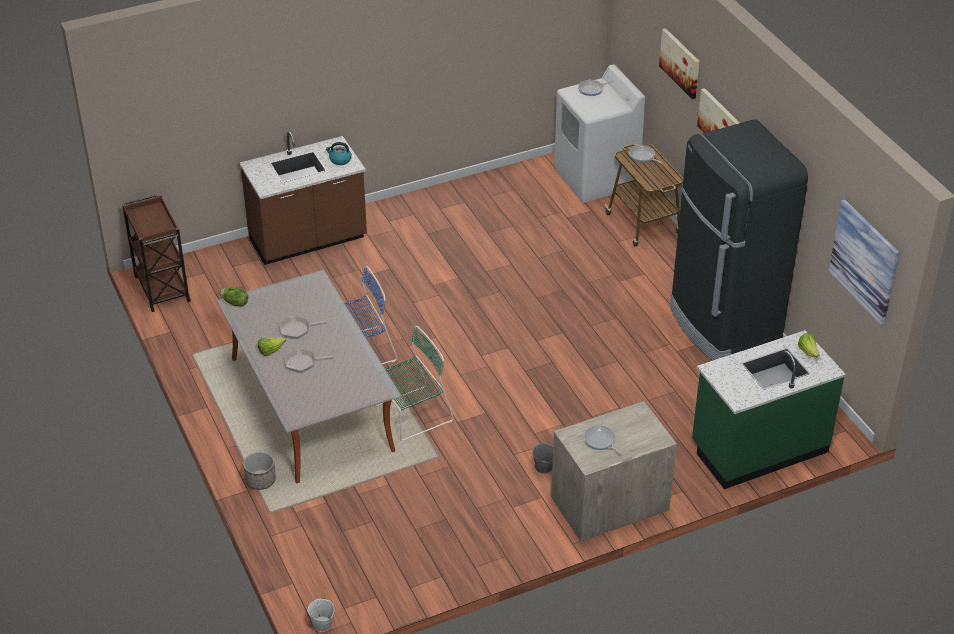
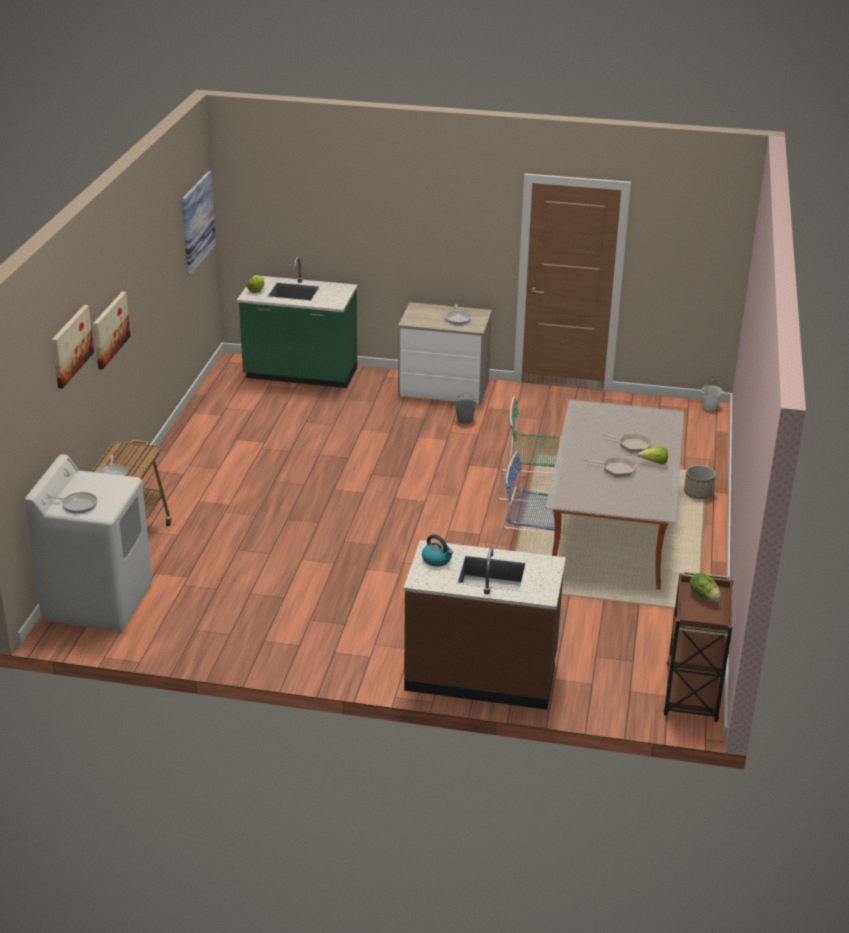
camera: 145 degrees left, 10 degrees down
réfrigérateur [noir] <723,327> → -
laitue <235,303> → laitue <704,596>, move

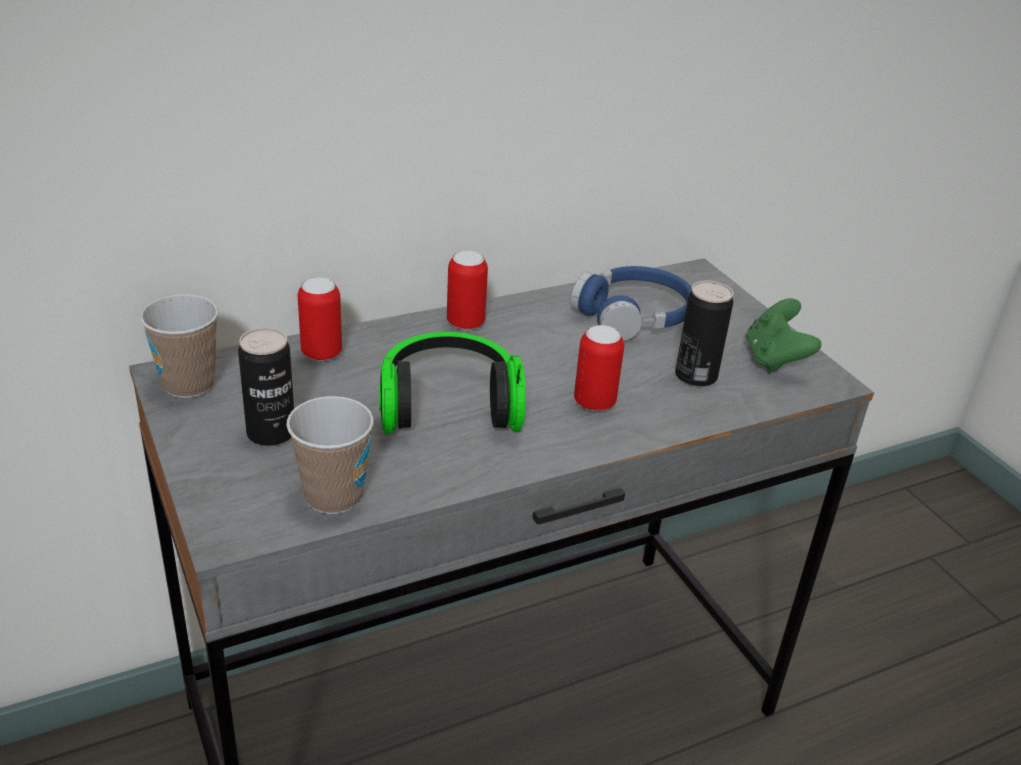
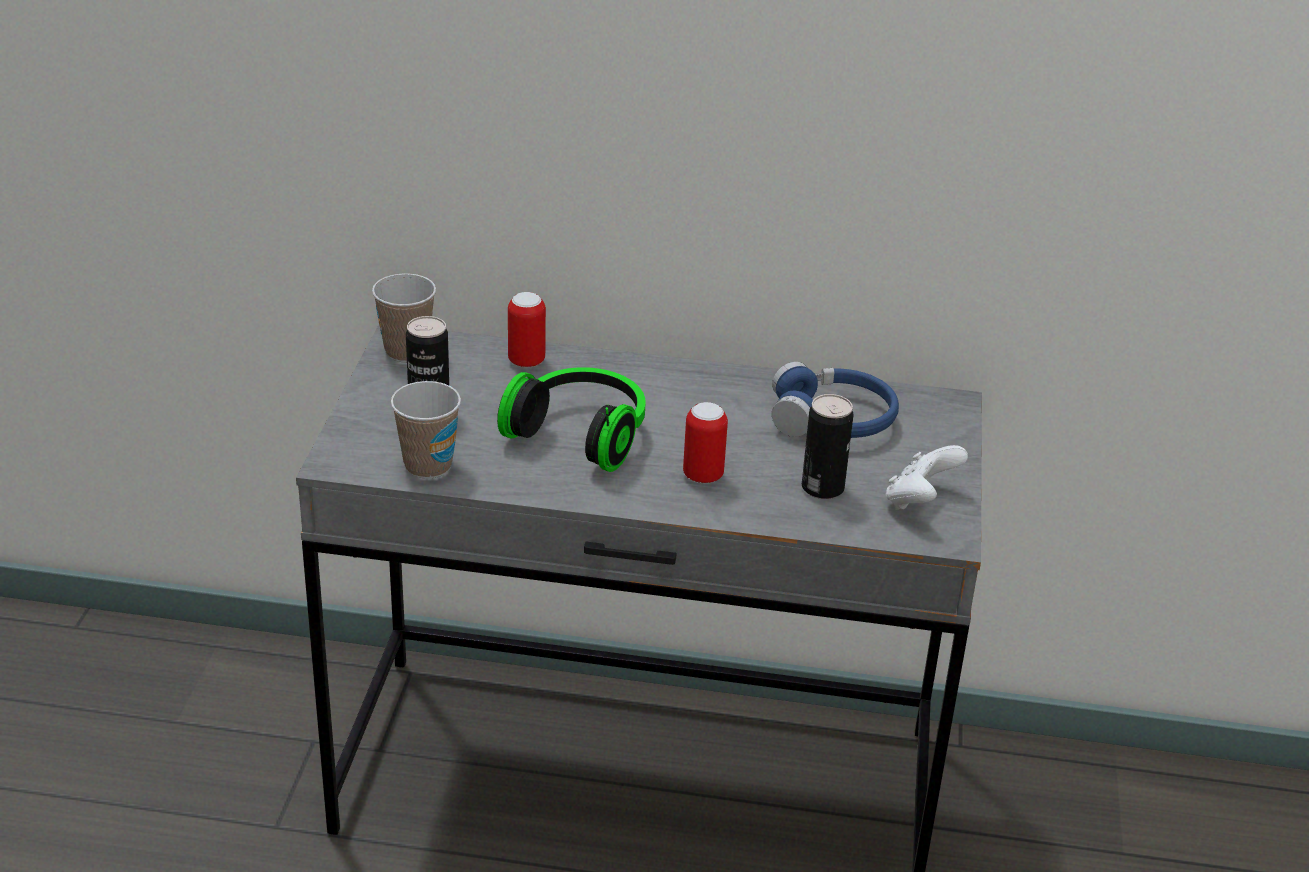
camera: 35 degrees right, 0 degrees up
boîte métallique <465,323> → -
manette [vert] <774,359> → manette [blanc] <919,501>

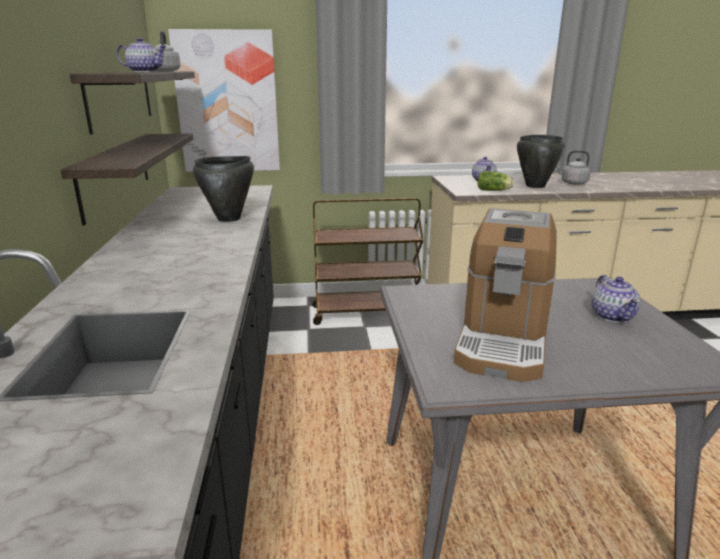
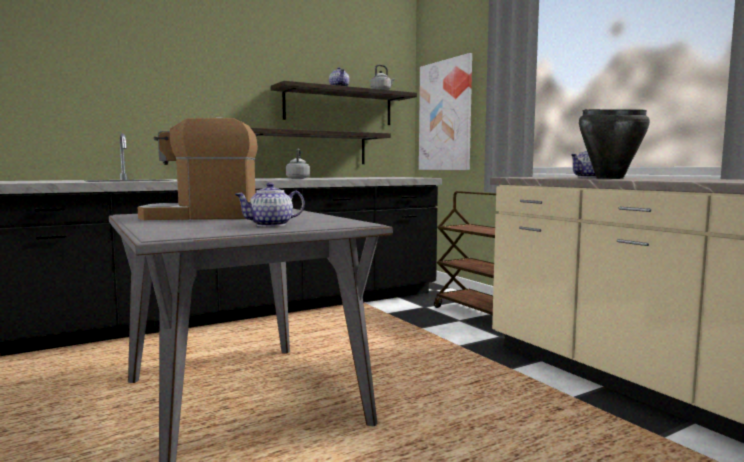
camera: 65 degrees right, 15 degrees down
bouilloire [gris] <572,183> → bouilloire [gris] <298,178>, move
marmite [noir] <229,219> → -
laitue <494,191> → -

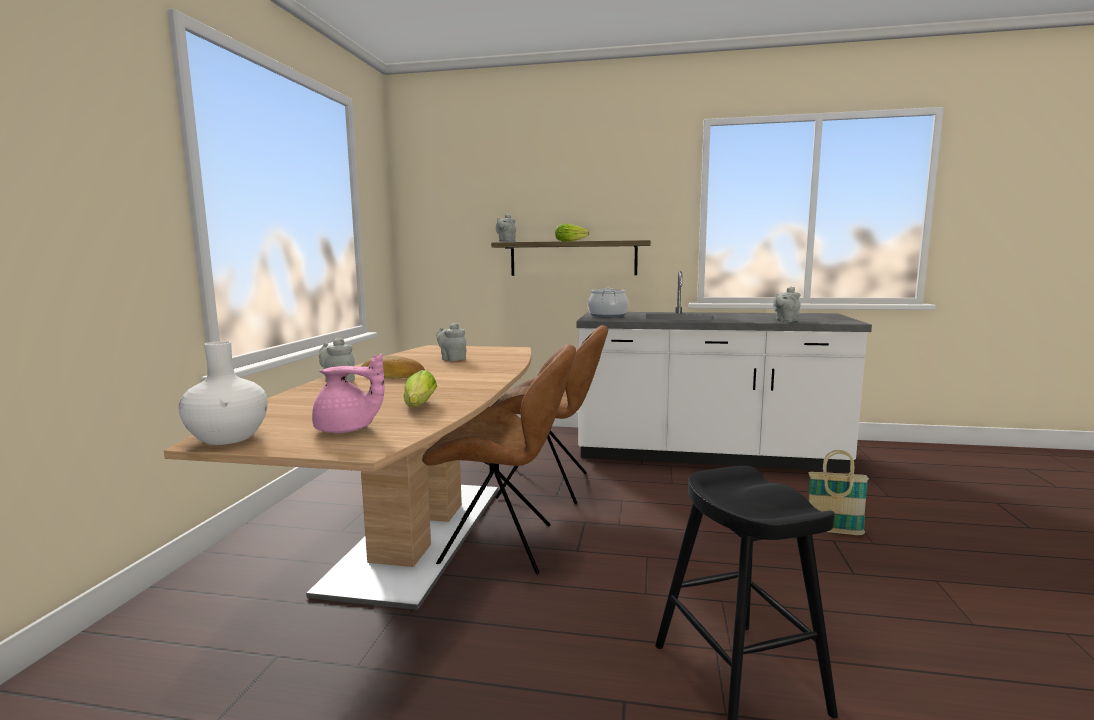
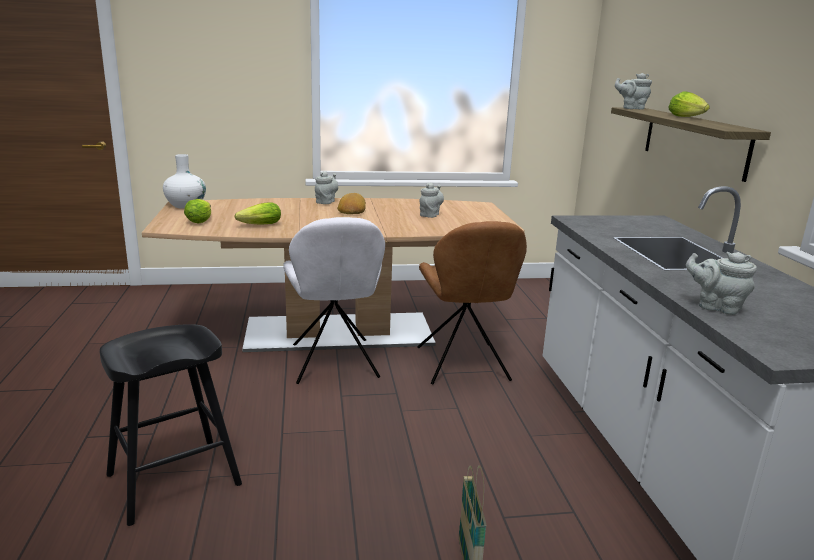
camera: 70 degrees right, 10 degrees up
marmite <607,315> → -
chaise [marron] <501,546> → chaise [blanc] <334,364>
théière [rose] <347,430> → laitue <201,220>

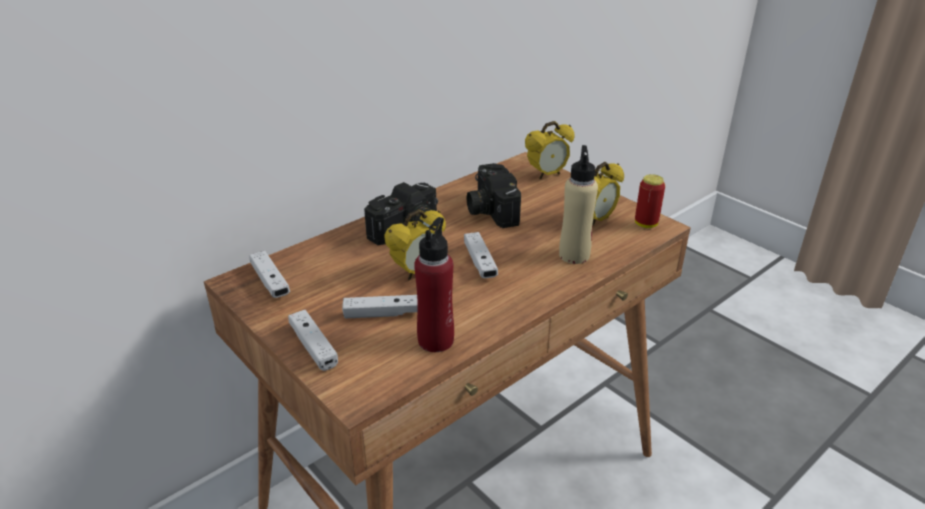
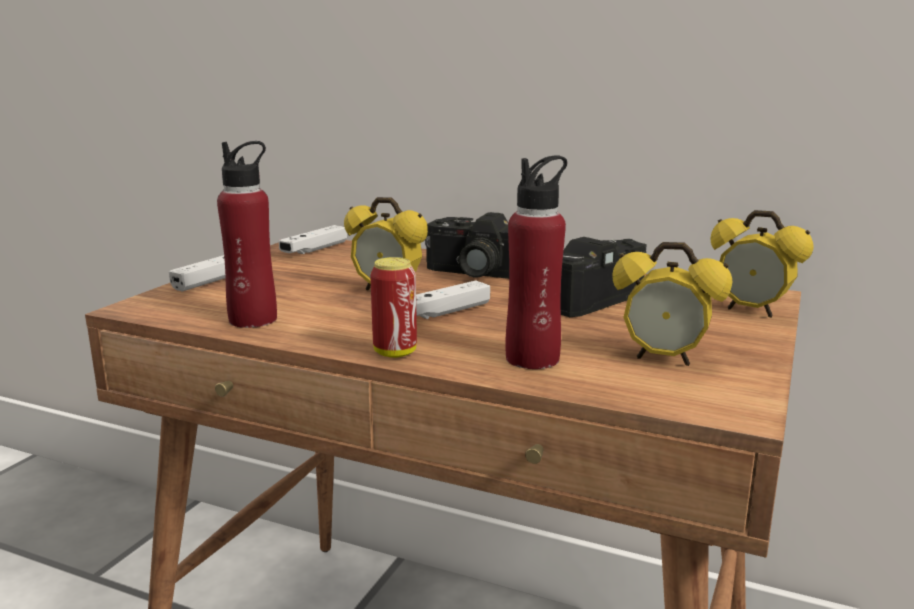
camera: 65 degrees right, 15 degrees down
bouteille [beige] <574,255> → bouteille [rouge] <532,358>
boîte métallique <646,224> → boîte métallique <395,352>, move
manette [blanc] <382,314> → -

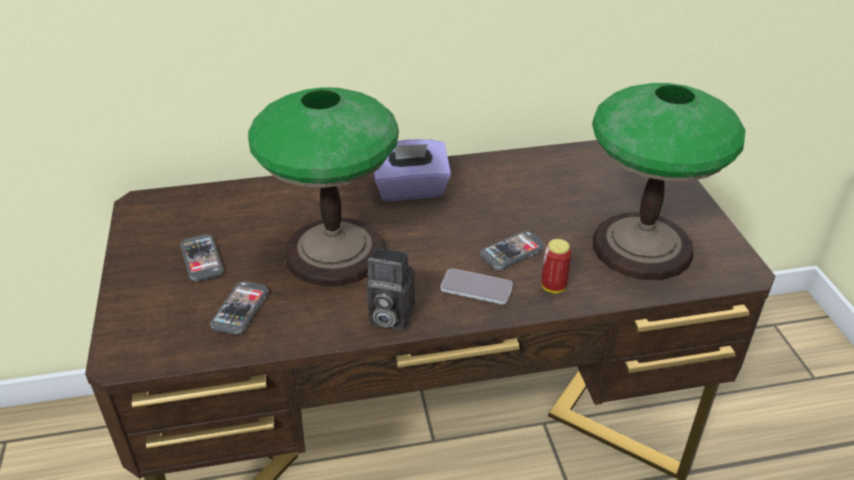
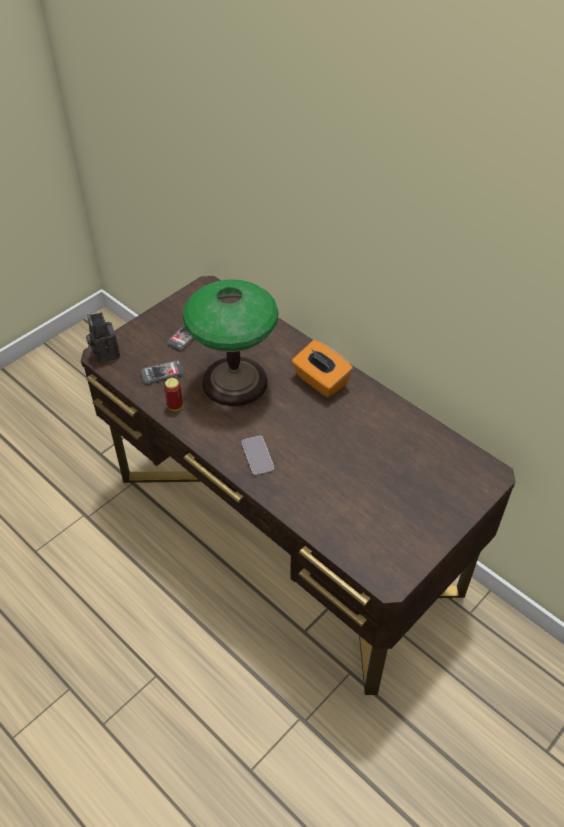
camera: 55 degrees right, 10 degrees up
lampe de table <643,247> → -
boîte à mouchoirs [violet] <410,190> → boîte à mouchoirs [orange] <321,381>
téléphone <512,252> → -
boîte métallique <553,287> → boîte métallique <175,406>, move
appareil photo <388,317> → appareil photo <105,353>, move

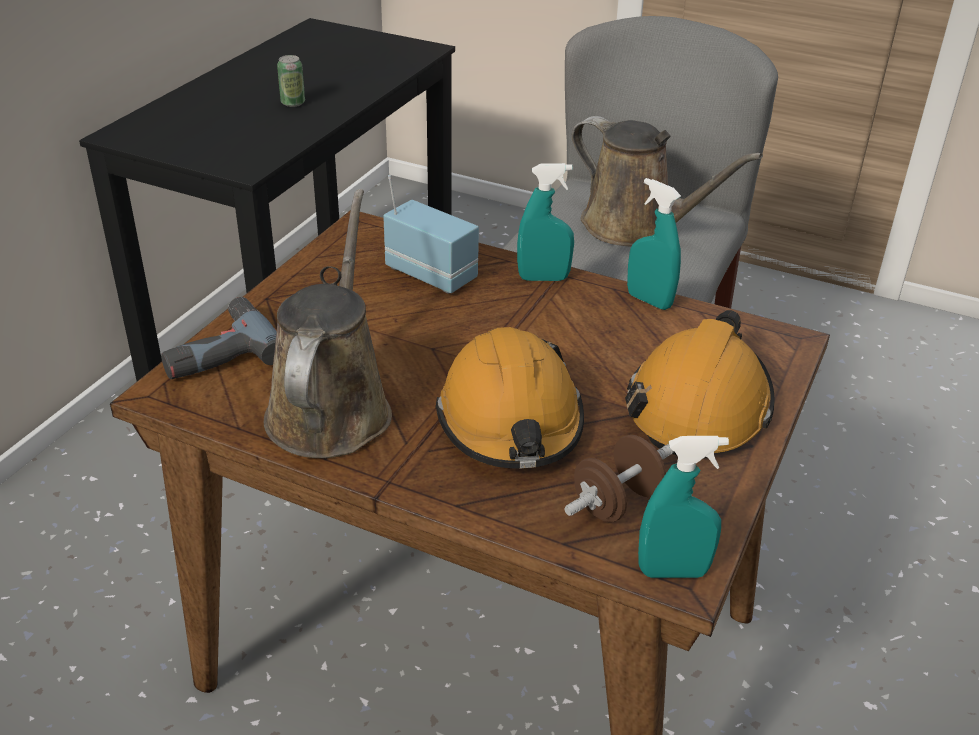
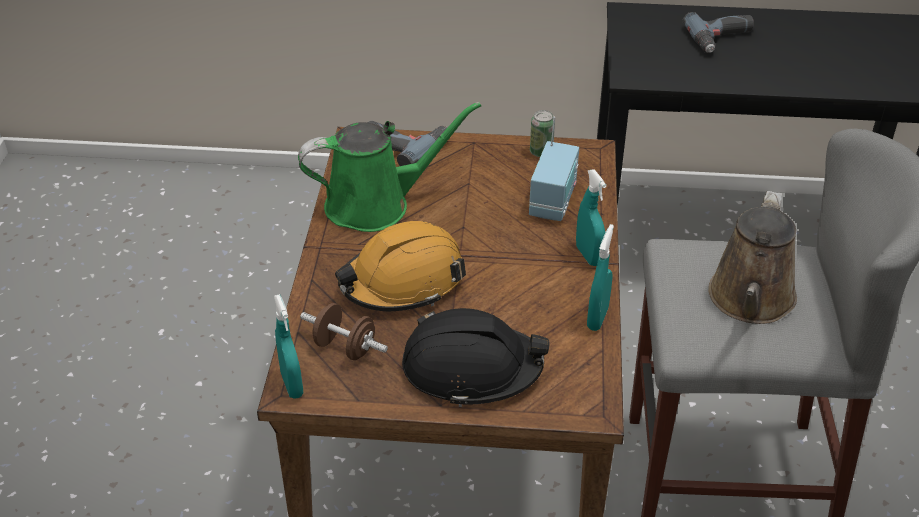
camera: 70 degrees right, 5 degrees up
boîte métallique <293,103> → boîte métallique <541,152>, move
arrosoir [marron] <331,407> → arrosoir [vert] <376,204>
casque de chantier [orange] <699,406> → casque de chantier [noir] <472,369>
- → perceuse <722,39>

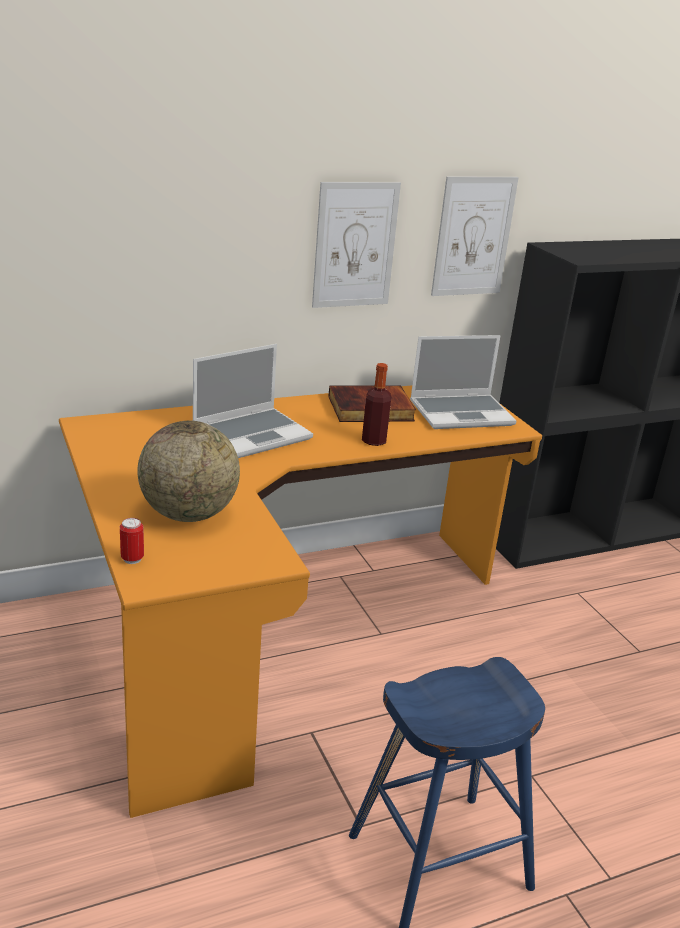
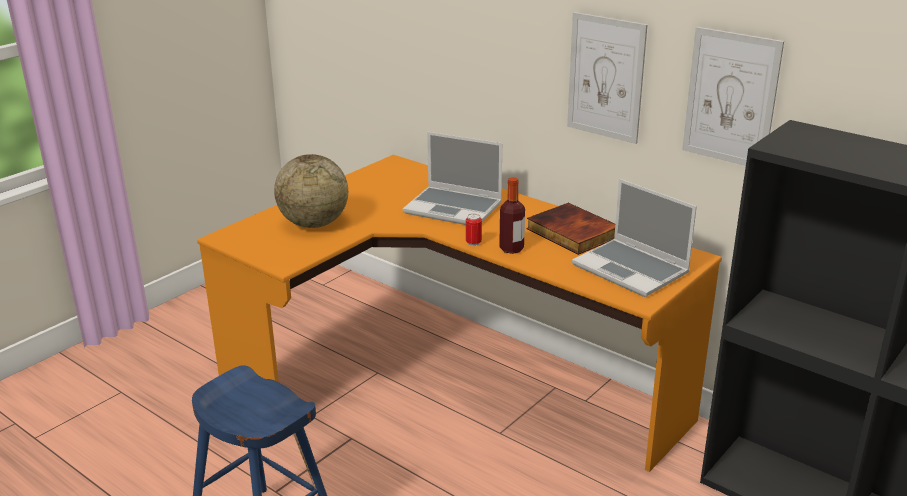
camera: 65 degrees right, 0 degrees up
boîte métallique <132,559> → boîte métallique <473,243>, move

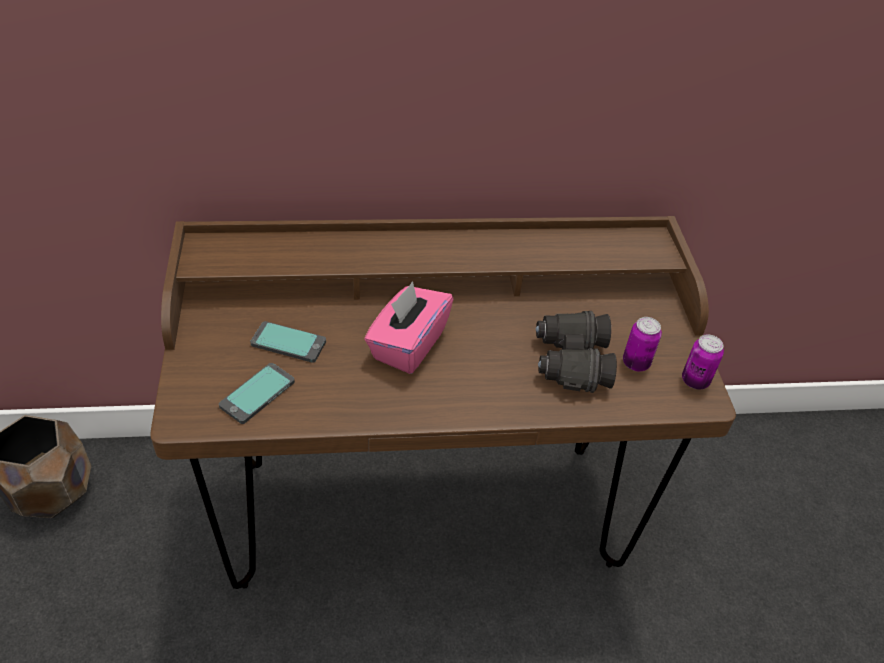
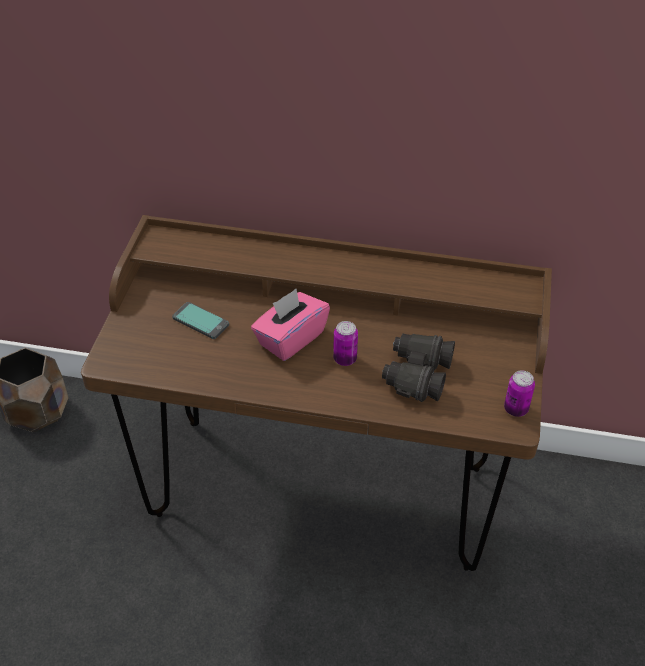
camera: 20 degrees right, 0 degrees up
boîte métallique <635,363> → boîte métallique <345,359>, move
téléphone <258,394> → -

